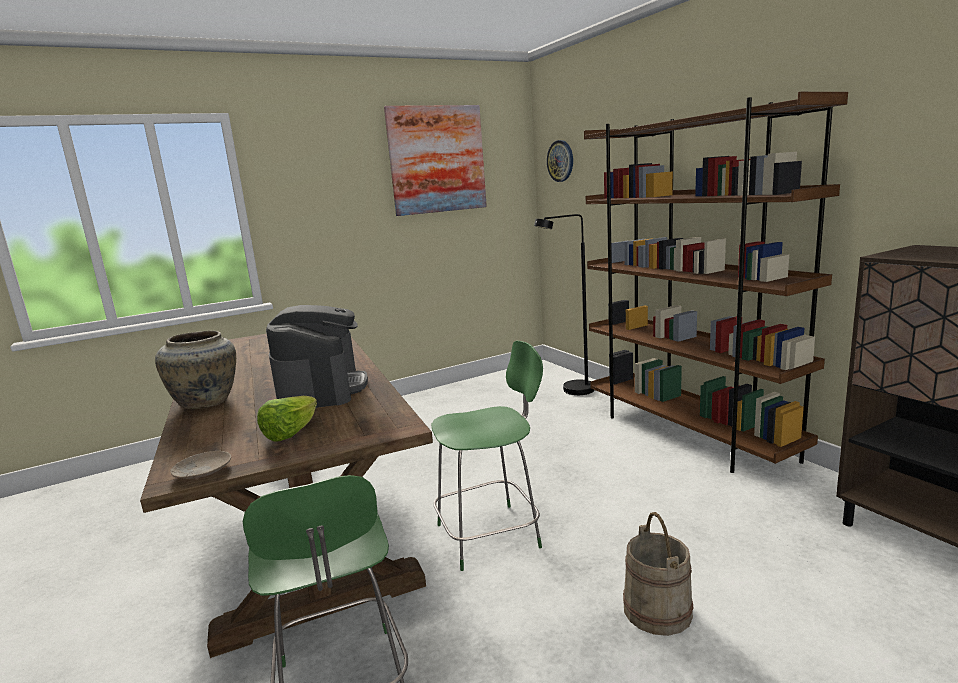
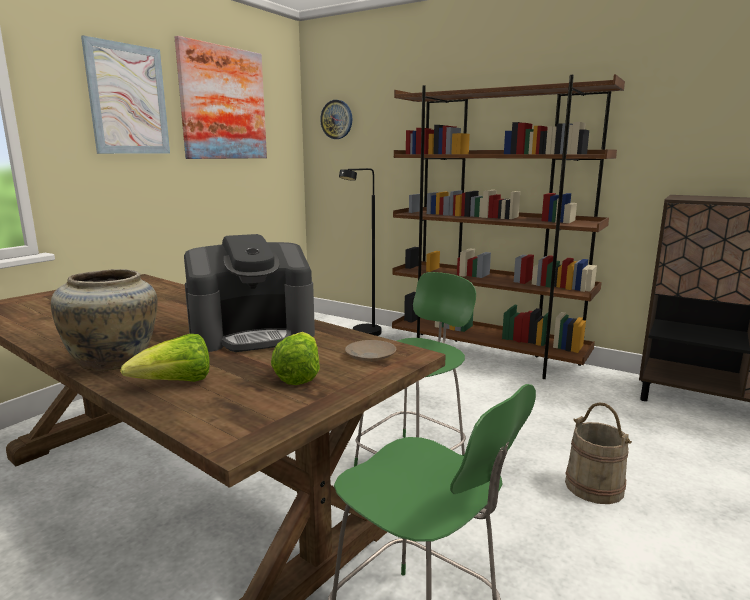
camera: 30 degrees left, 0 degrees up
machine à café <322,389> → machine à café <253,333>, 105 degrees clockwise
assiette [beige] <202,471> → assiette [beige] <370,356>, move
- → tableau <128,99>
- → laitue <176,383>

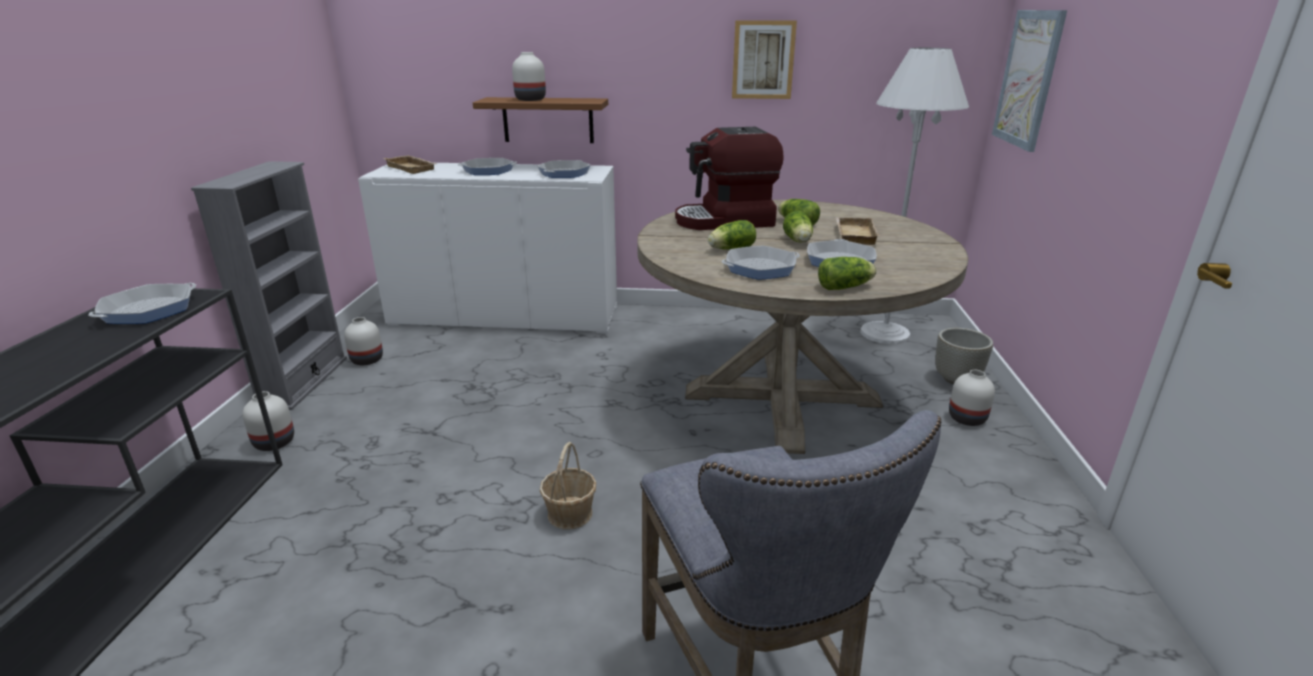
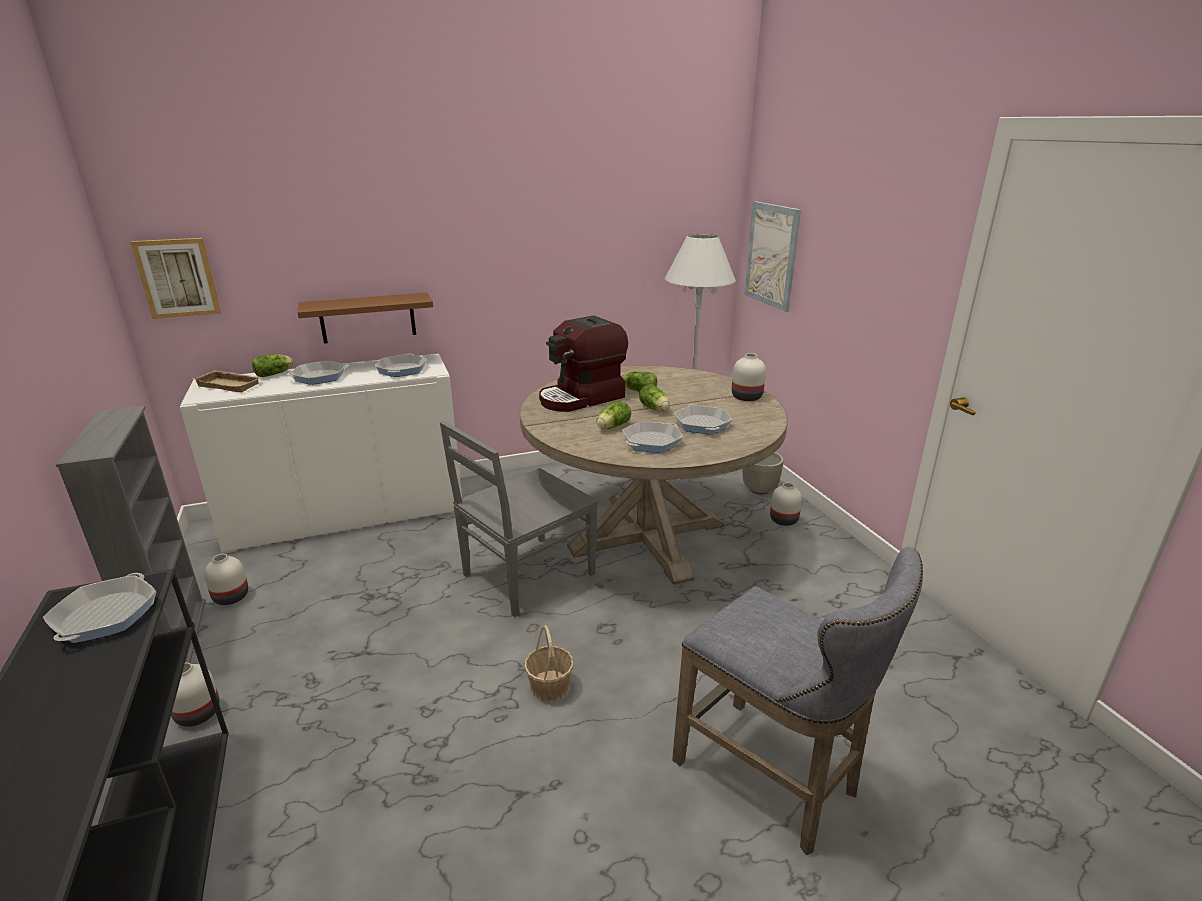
camera: 25 degrees left, 0 degrees up
tableau <763,60> → tableau <178,277>, move
vase [blanc] <530,99> → vase [blanc] <745,397>, move
plateau [beige] <853,235> → -
laitue <846,287> → laitue <275,374>, move
- → chaise [gris] <526,576>

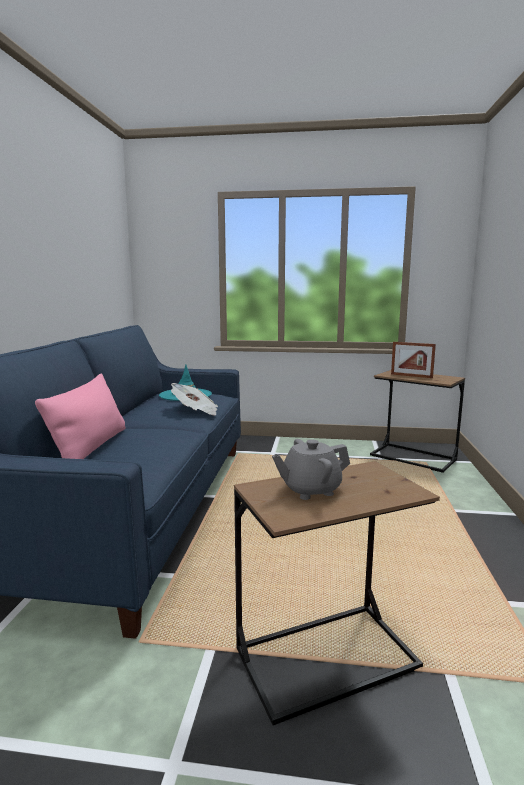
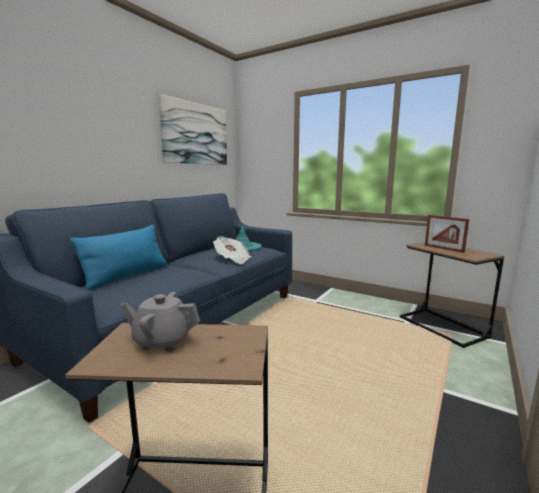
camera: 25 degrees right, 0 degrees up
coussin [rose] <91,447> → coussin [bleu] <127,276>
- → tableau <195,134>

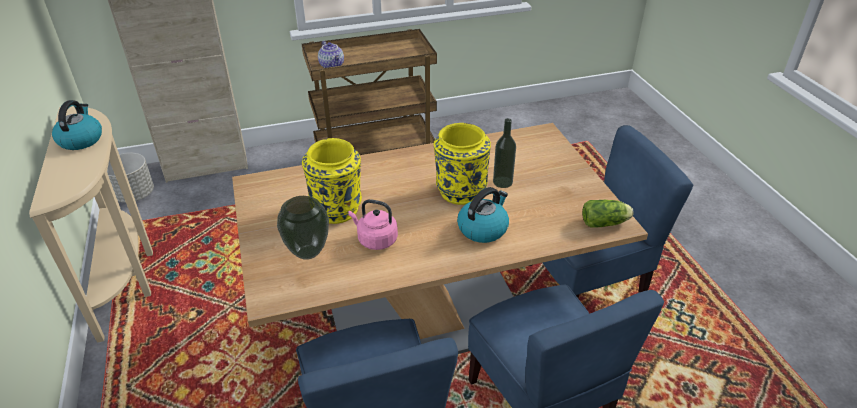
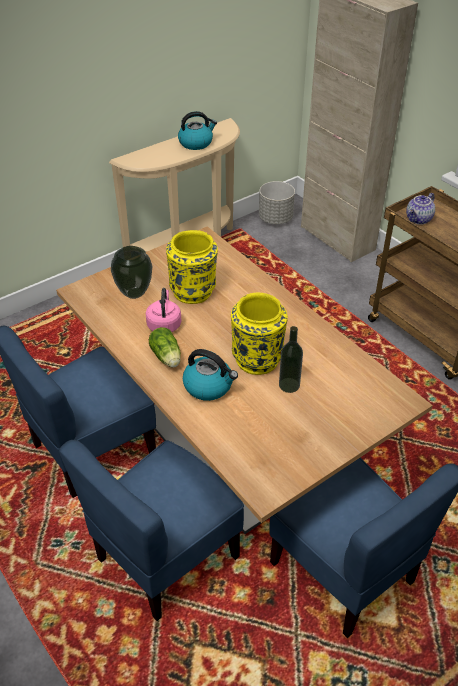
camera: 70 degrees right, 5 degrees up
laitue <606,223> → laitue <167,357>, move

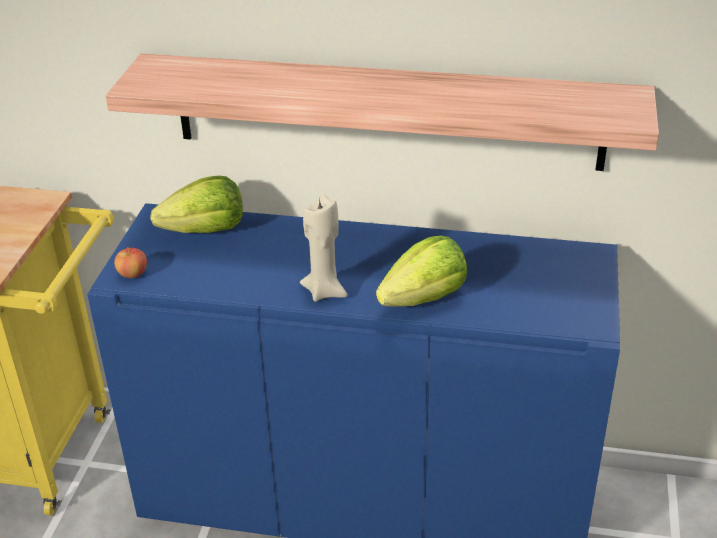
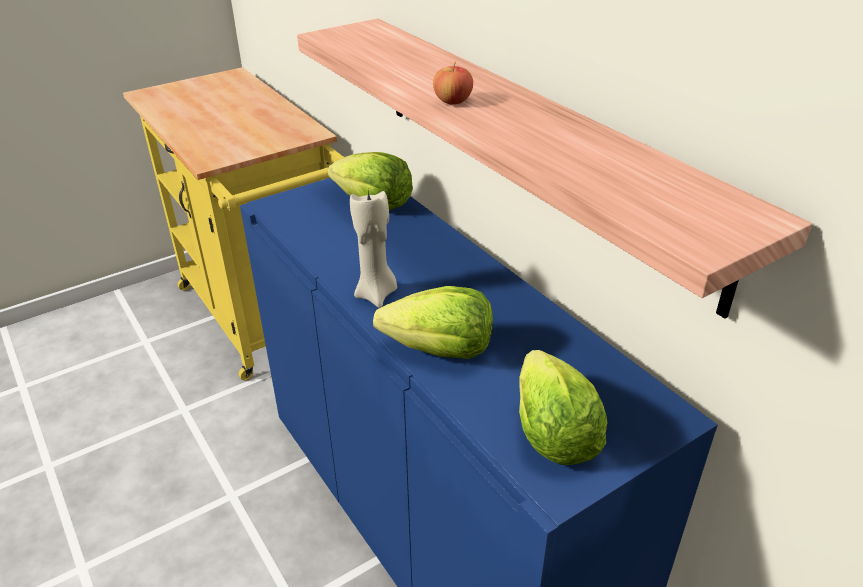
camera: 45 degrees right, 0 degrees up
pomme <132,274> → pomme <452,101>, move
- → laitue <552,433>

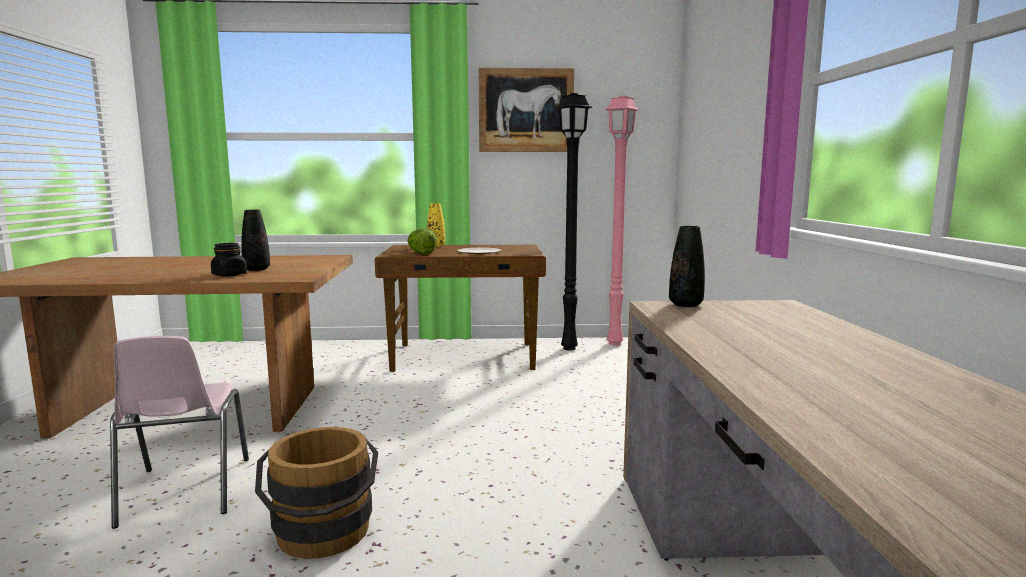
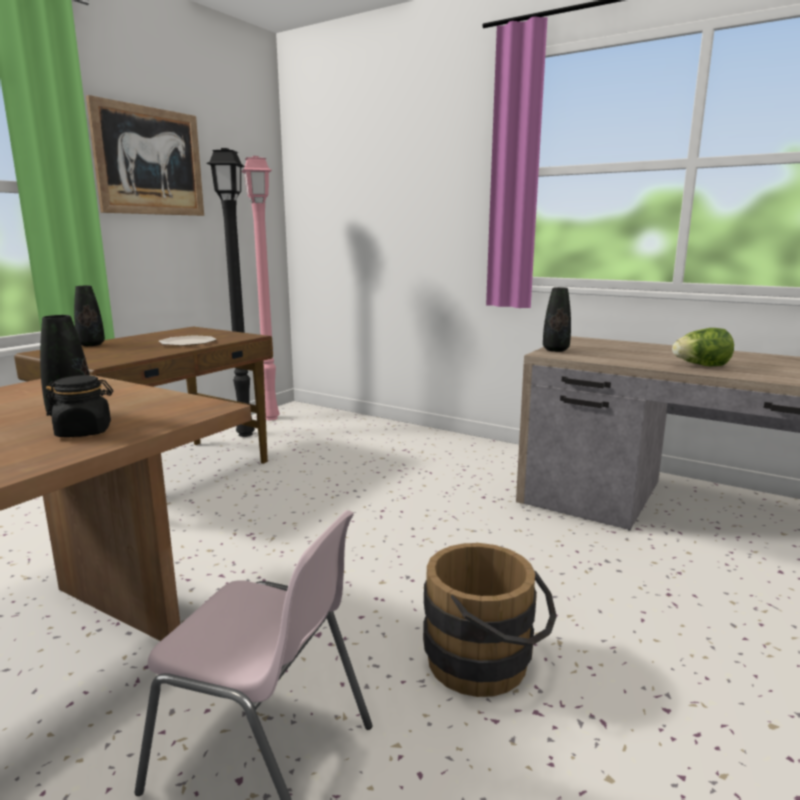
camera: 55 degrees left, 5 degrees up
vase [jaune] <436,246> → vase [noir] <91,345>
laitue <420,253> → laitue <701,366>, move

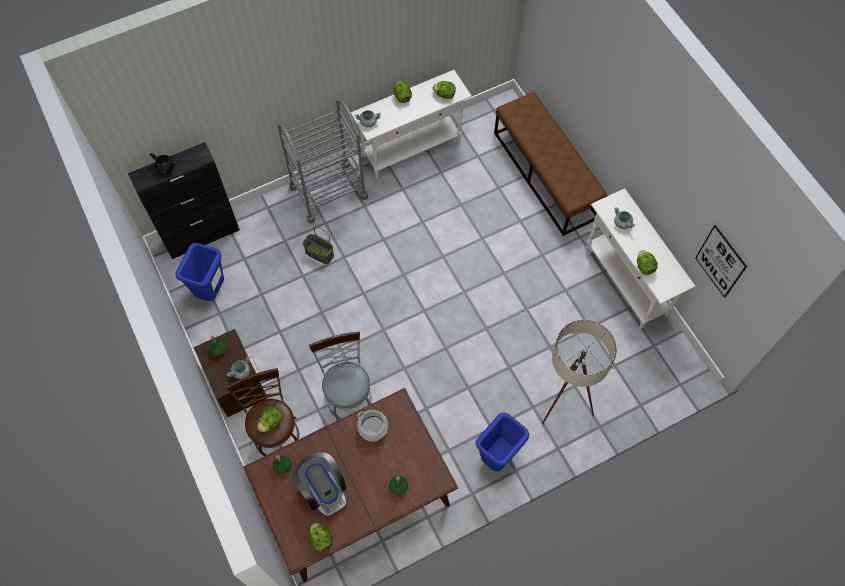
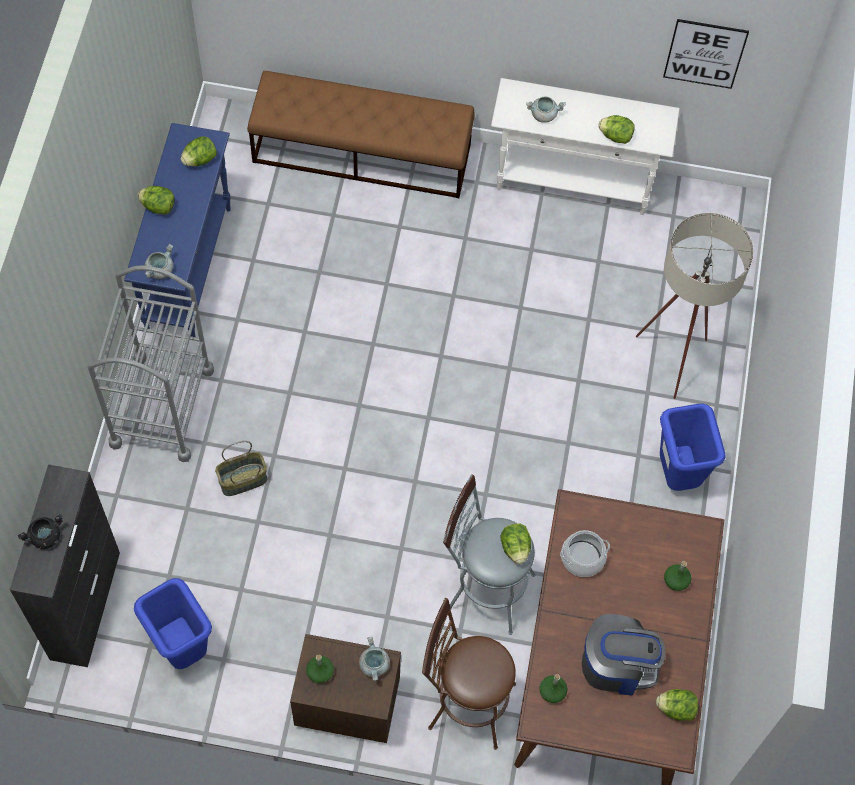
camera: 55 degrees left, 0 degrees up
table console [blanc] <412,149> → table console [bleu] <189,267>
laitue <271,422> → laitue <515,547>, move

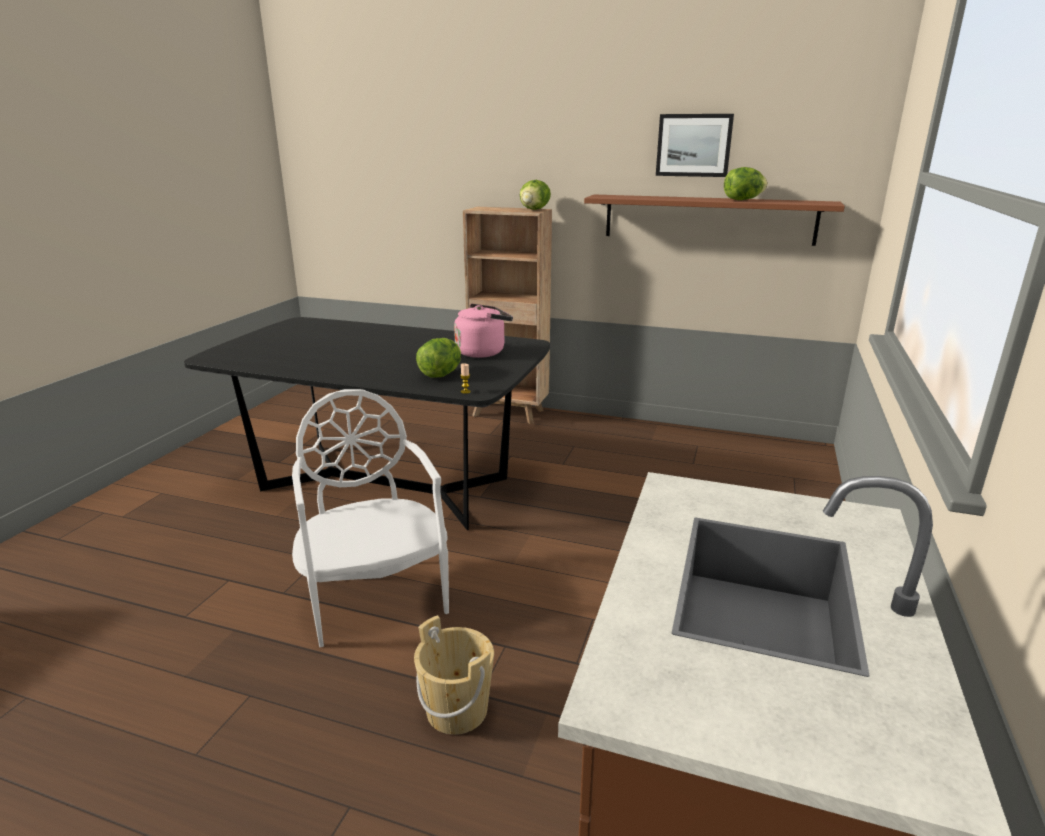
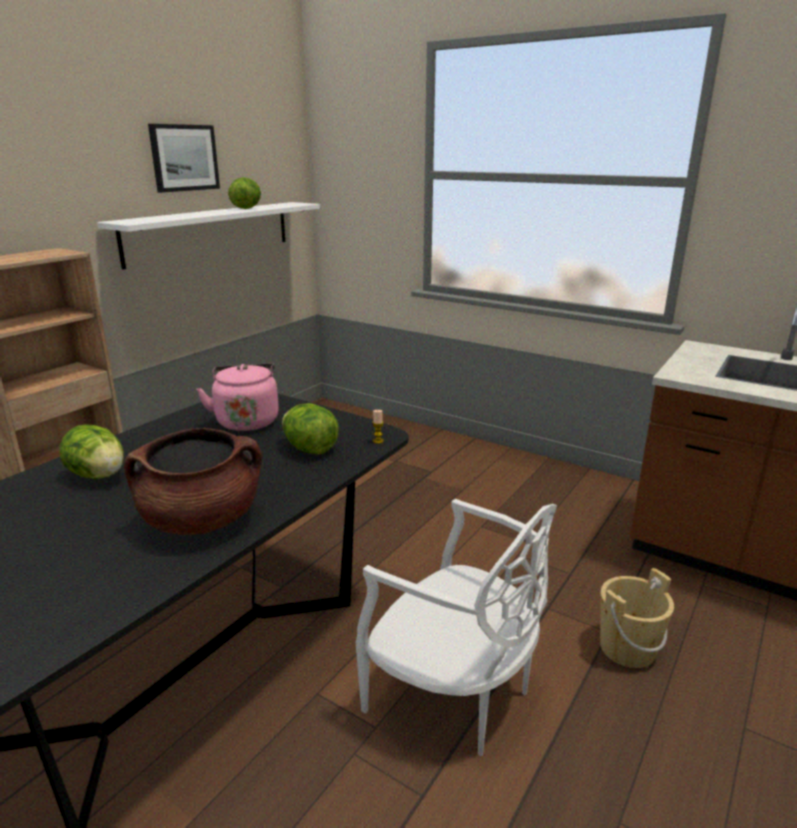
camera: 75 degrees left, 0 degrees up
laitue <534,209> → laitue <98,475>, move
étagère [marron] <708,219> → étagère [blanc] <210,232>
chaise [blanc] <375,596> → chaise [blanc] <454,695>, 135 degrees counterclockwise
- → marmite [marron] <202,520>

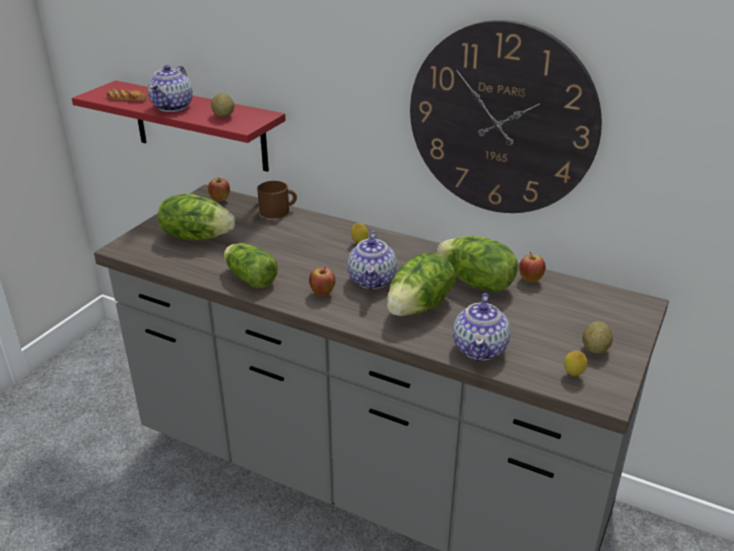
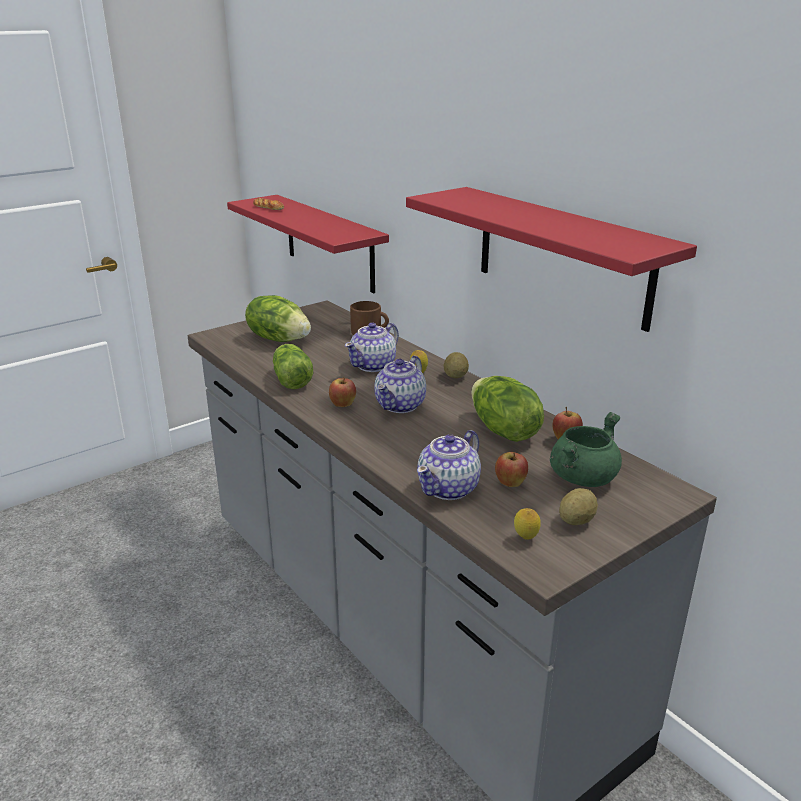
camera: 25 degrees right, 5 degrees down
horloge murale <501,120> → étagère [rouge] <562,256>
théière <173,106> → théière <373,365>, move
pomme de terre <223,116> → pomme de terre <455,376>, move
pomme <220,200> → pomme <510,484>, move
laitue <420,307> → -
- → marmite [vert] <582,477>

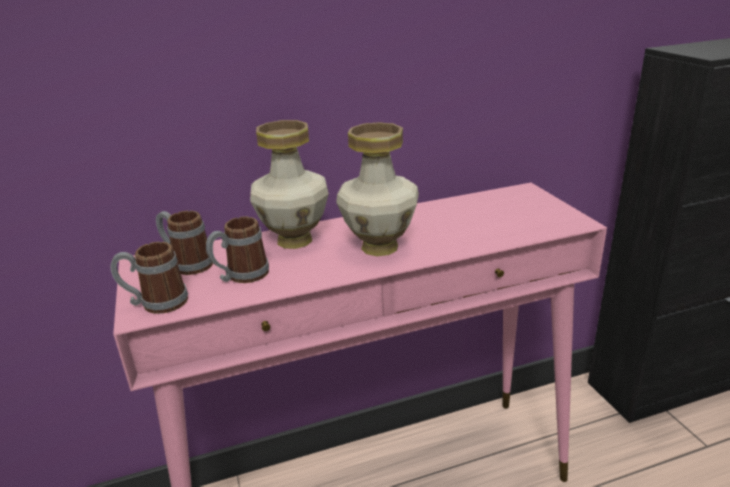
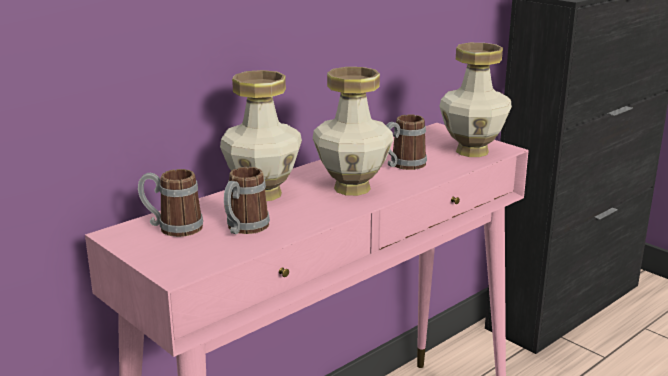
camera: 25 degrees left, 5 degrees down
mug <156,303> → mug <402,165>, move
- → vase <472,152>

